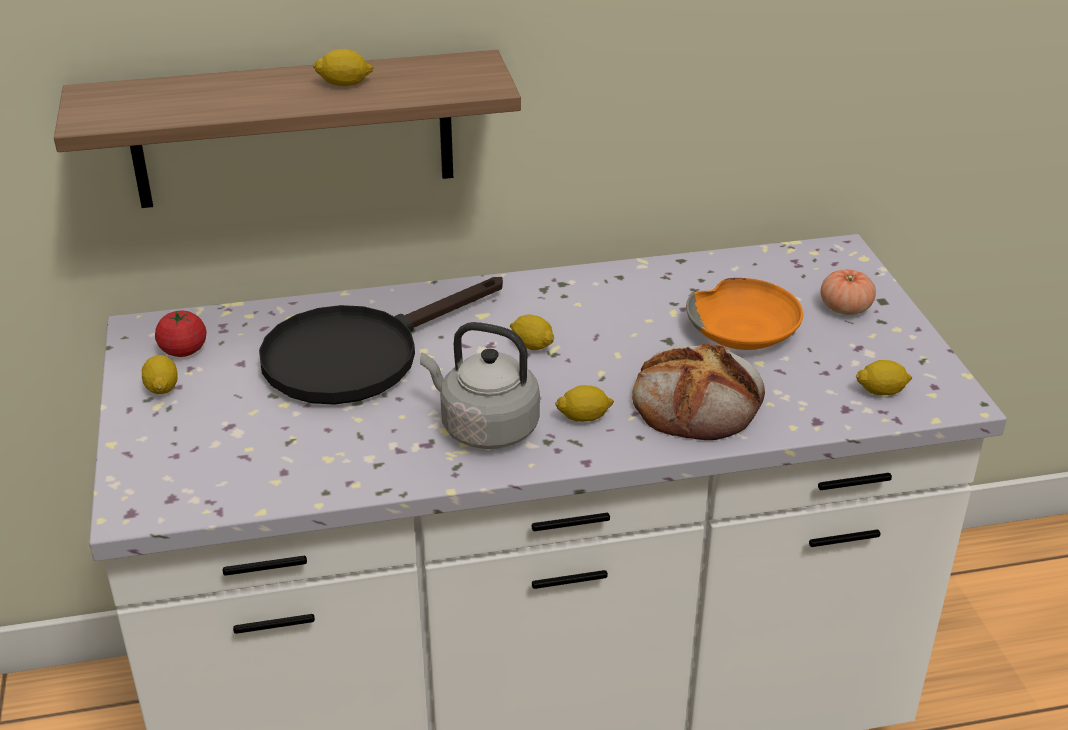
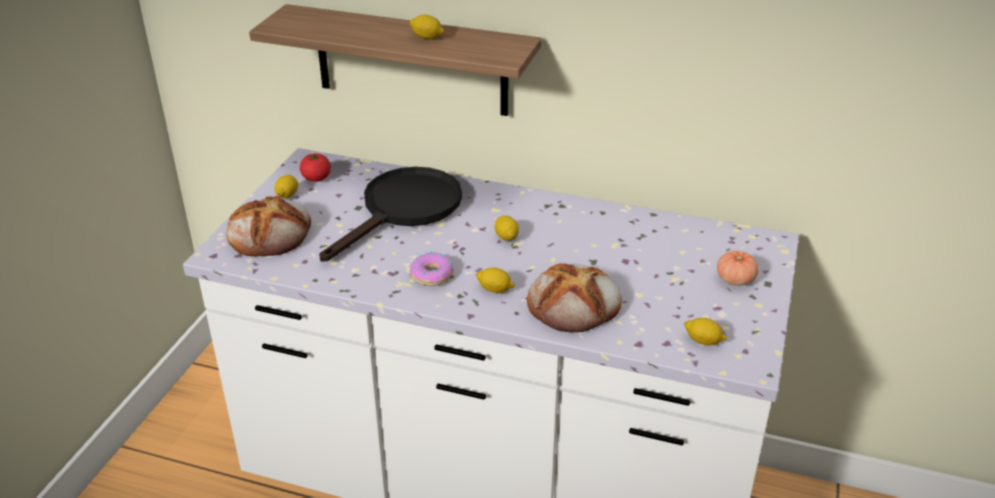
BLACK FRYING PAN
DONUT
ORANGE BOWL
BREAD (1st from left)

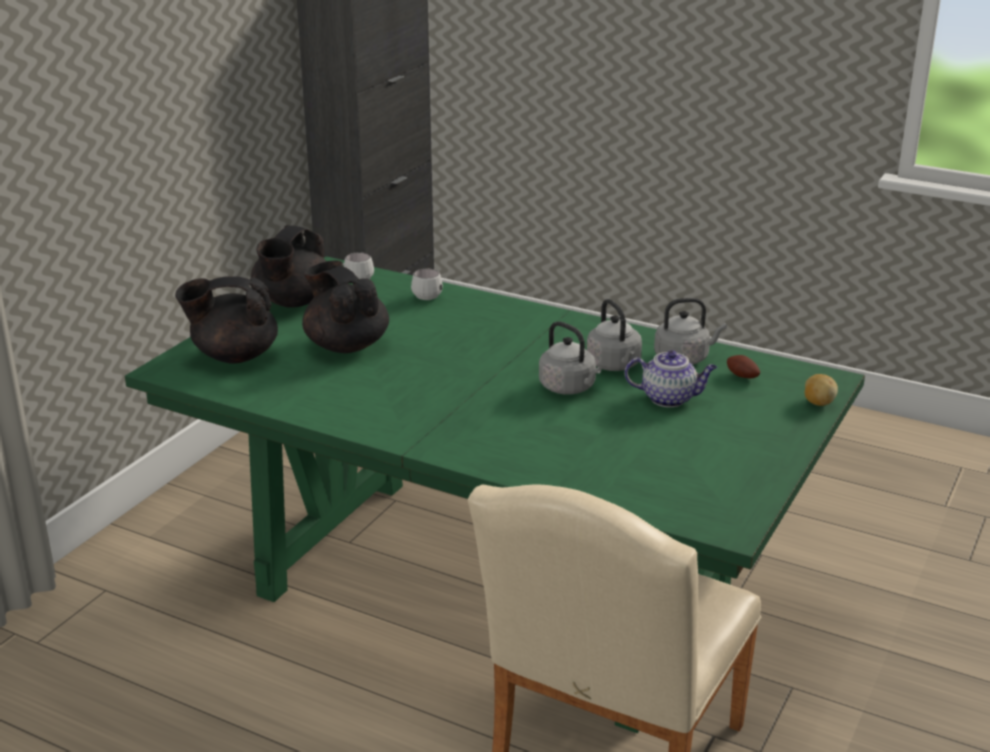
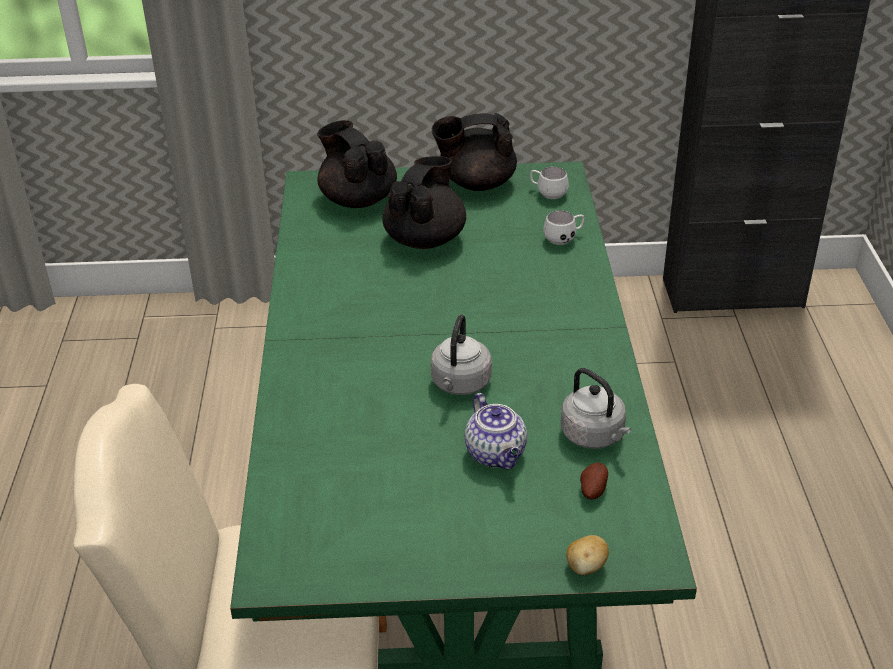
GREY KETTLE (2nd from left in the first image)

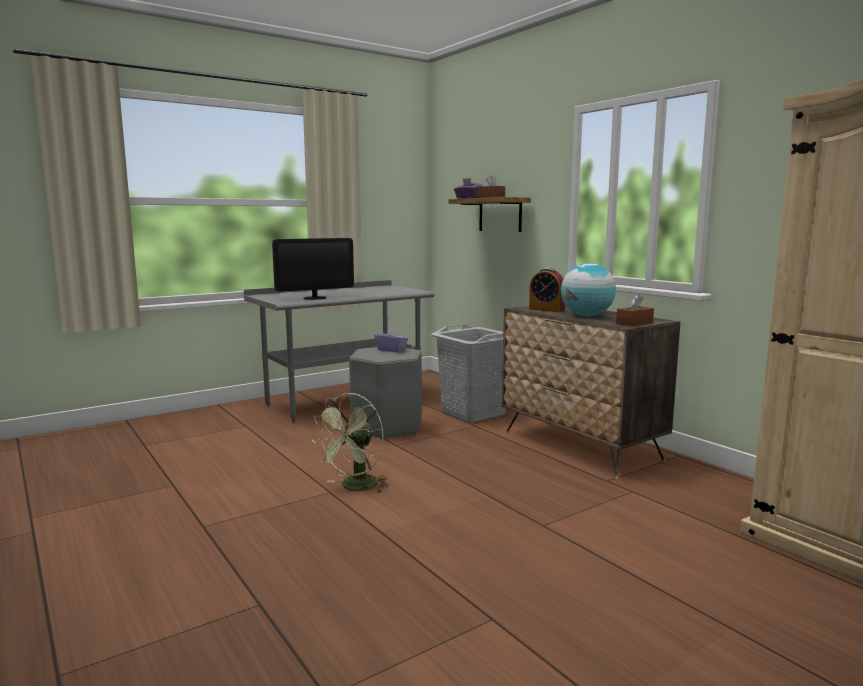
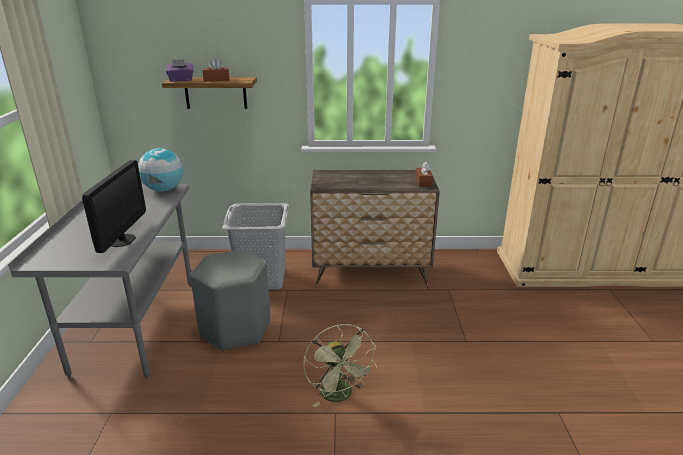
PURPLE TISSUE BOX (1st from left in the first image)
ALARM CLOCK
GLOBE

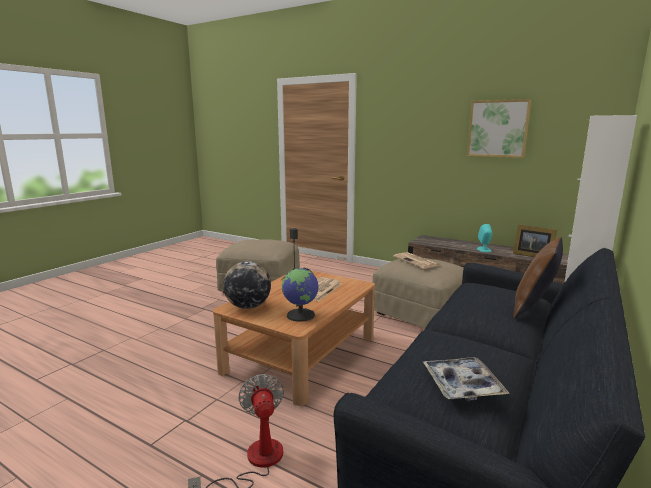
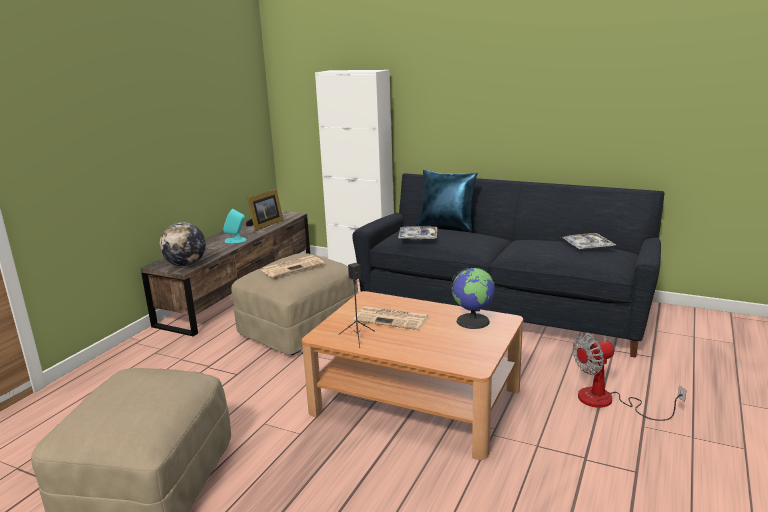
GLOBE (1st from left)
PICTURE
BLUE PILLOW
TRAY (1st from left)

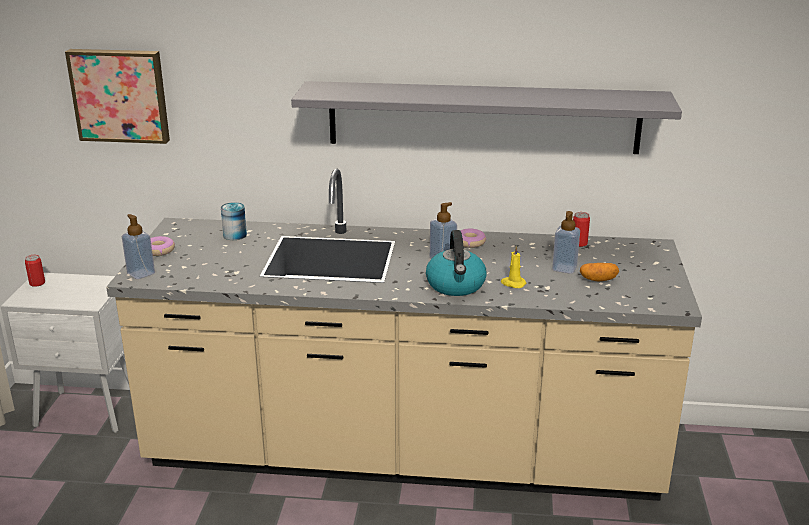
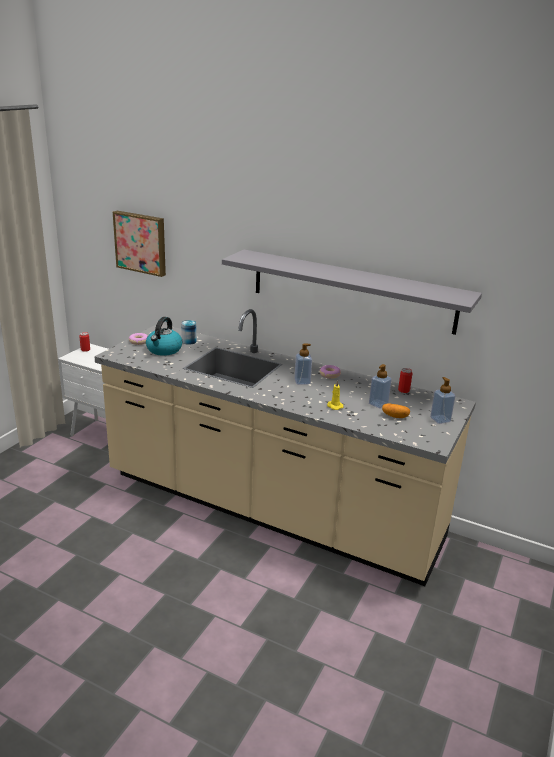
SOAP DISPENSER (3rd from left)
KETTLE

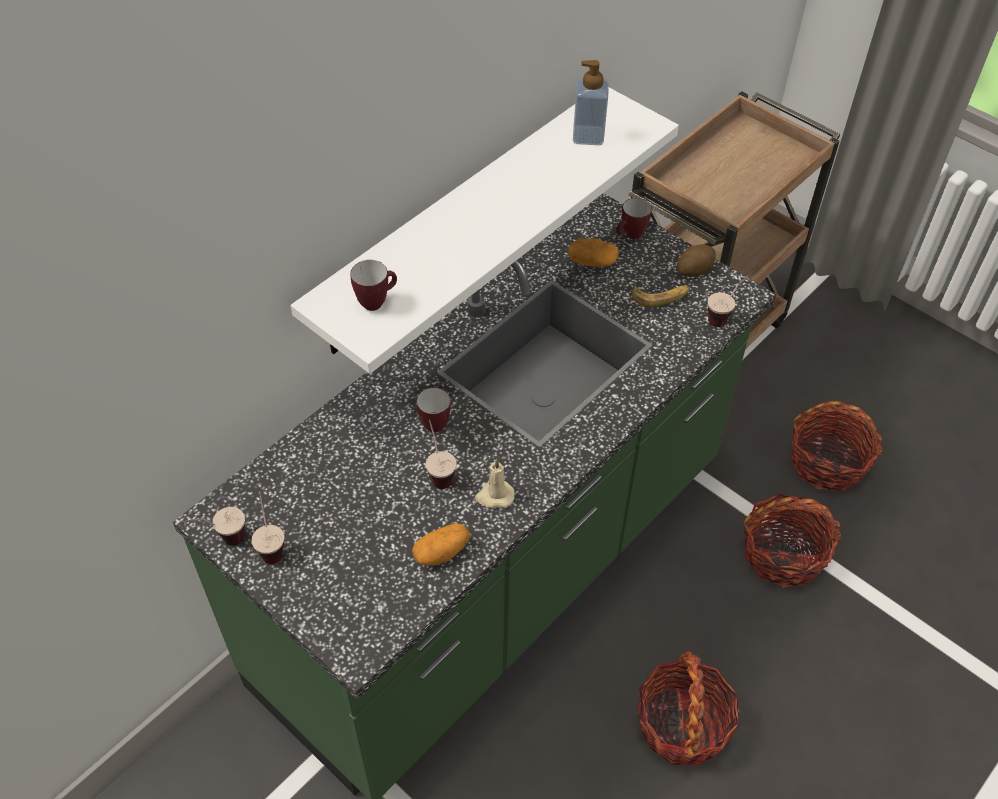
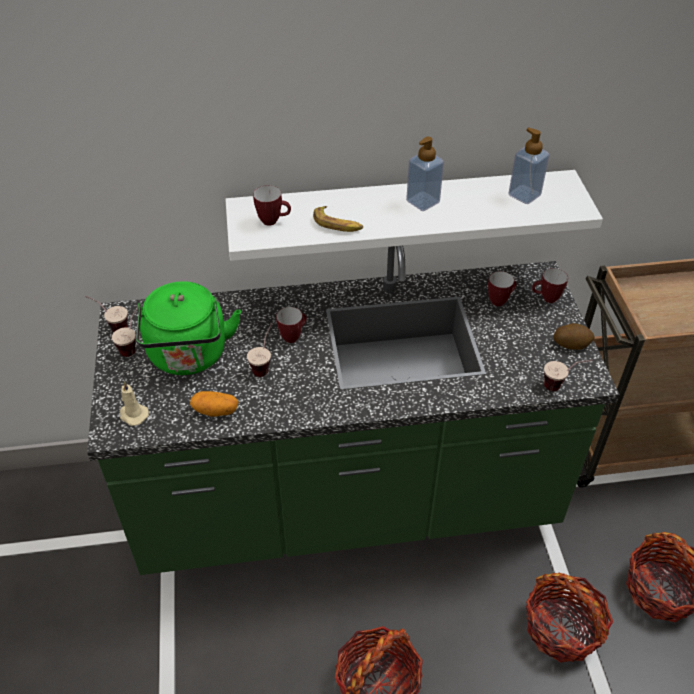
BEIGE CANDLE
MUG (3rd from left)
BANANA
GREEN KETTLE
SOAP DISPENSER (1st from left)

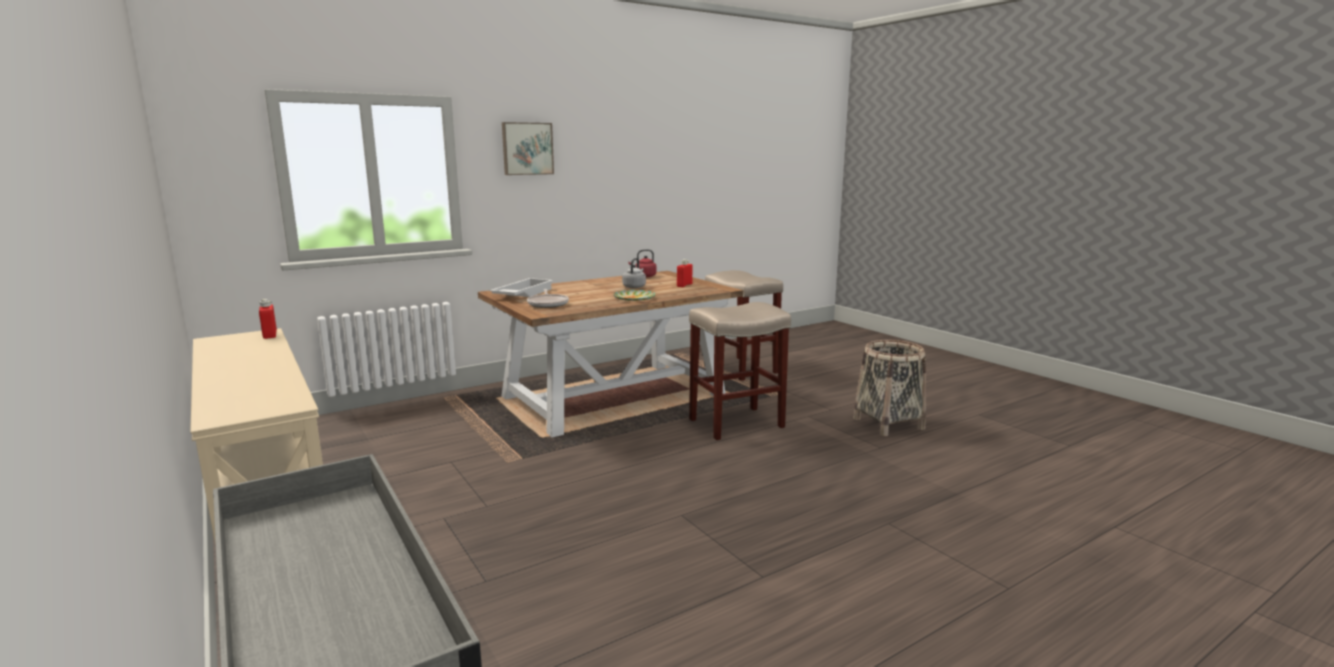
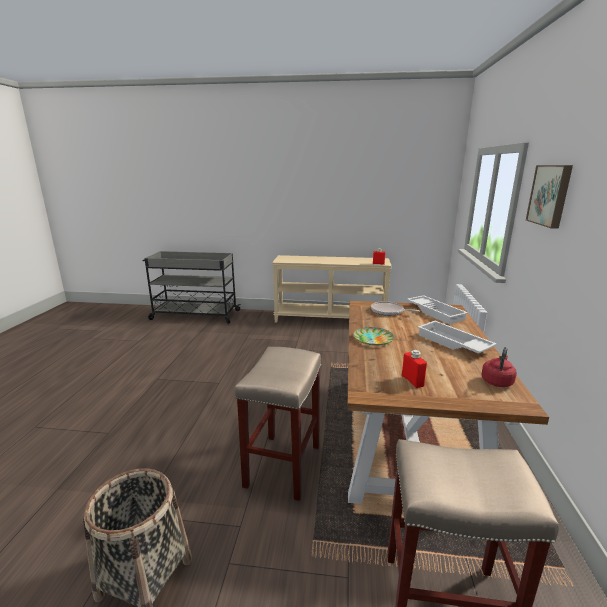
GREY KETTLE
WHITE TRAY (2nd from left)

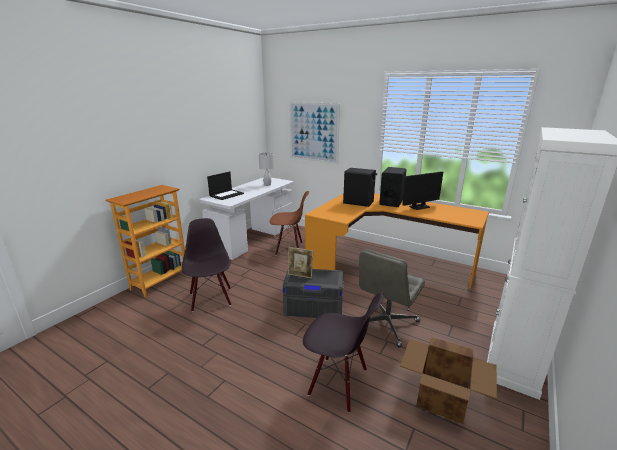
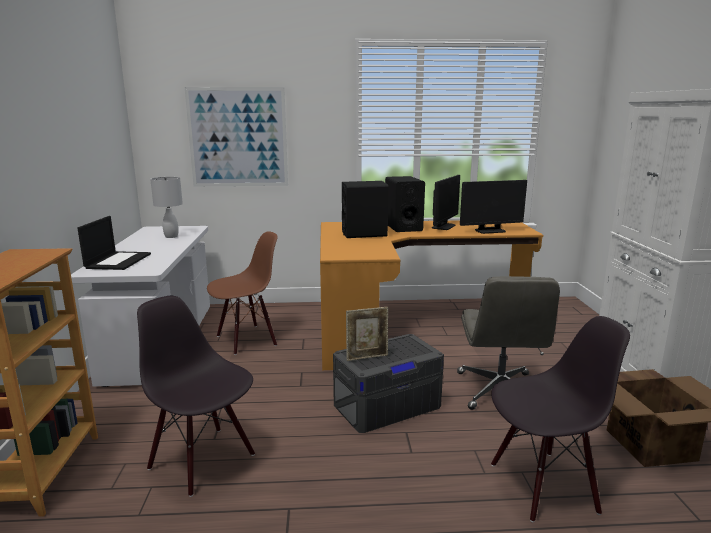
MONITOR (2nd from left)

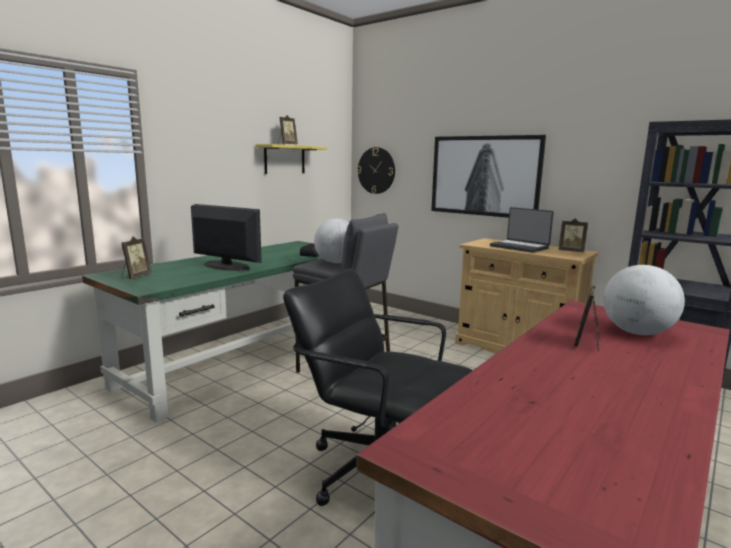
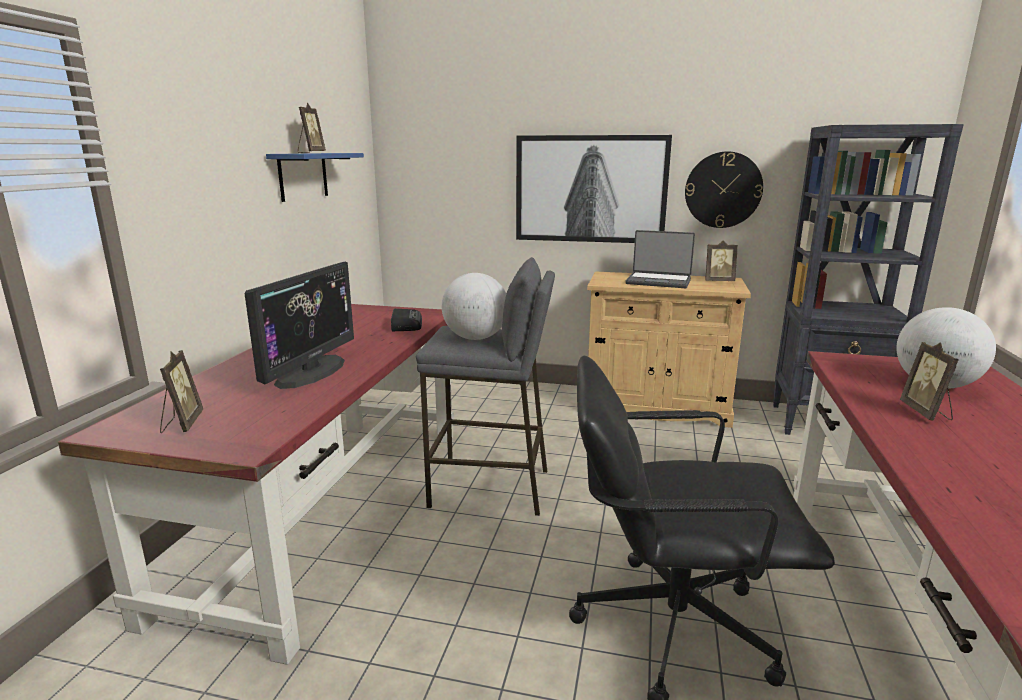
RED DESK (1st from left)
MONITOR
BLUE SHELF
WALL CLOCK

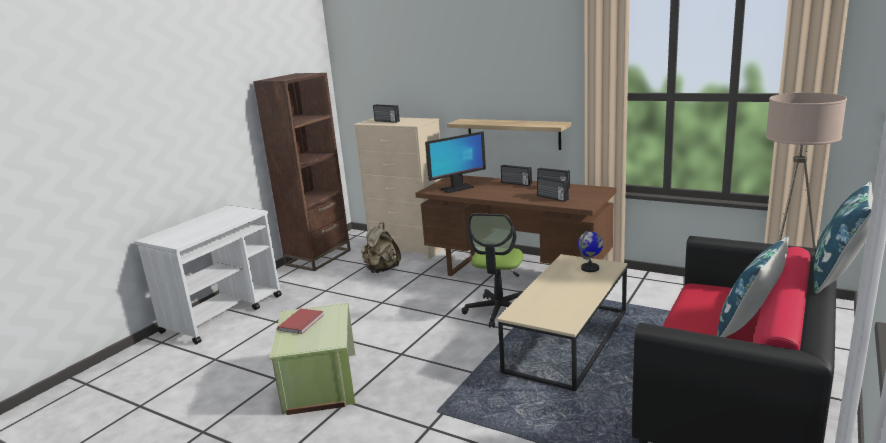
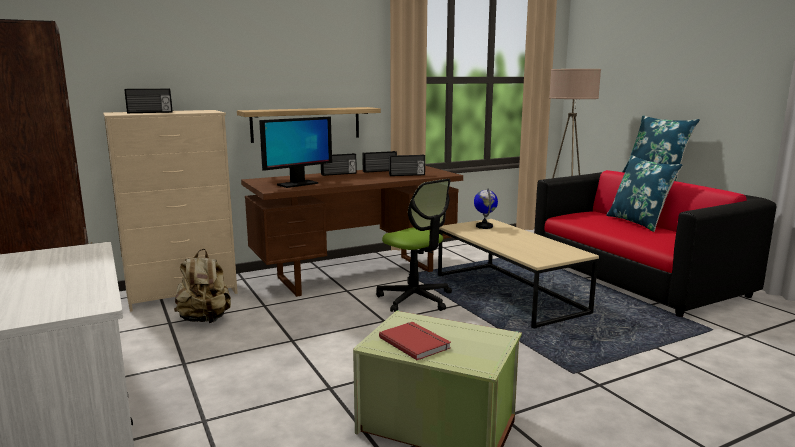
MONITOR

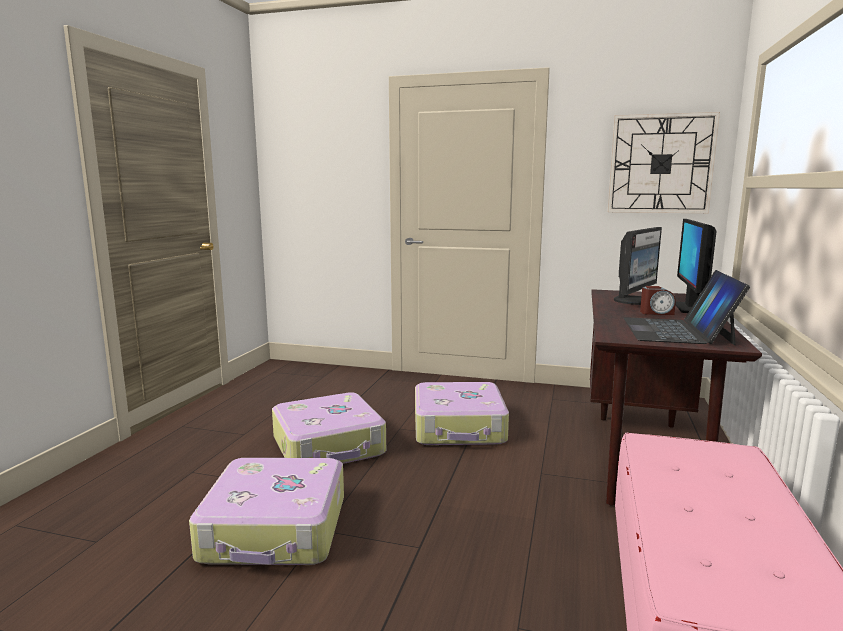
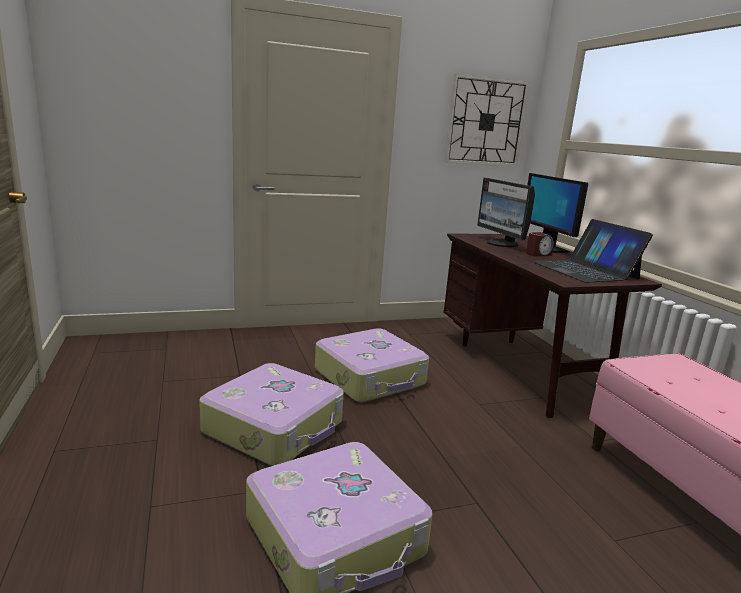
MONITOR (1st from left)

